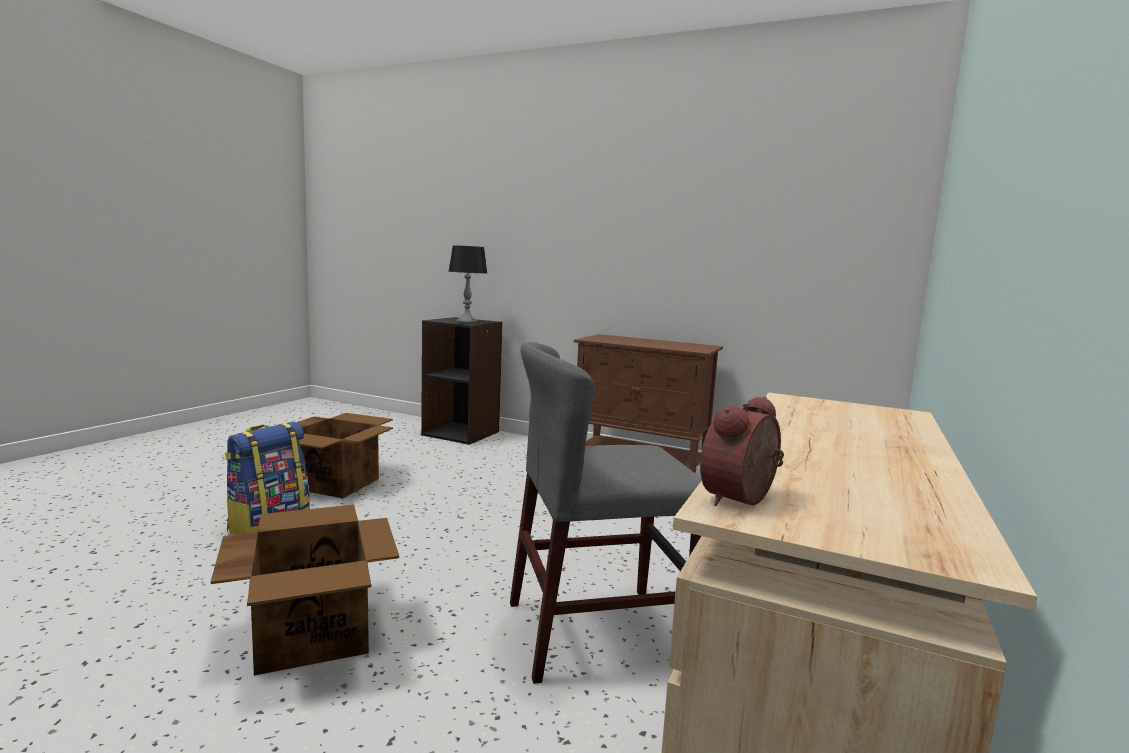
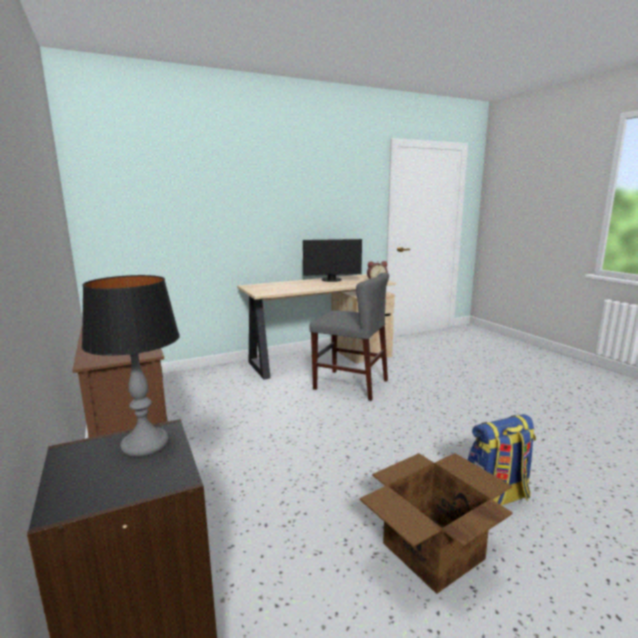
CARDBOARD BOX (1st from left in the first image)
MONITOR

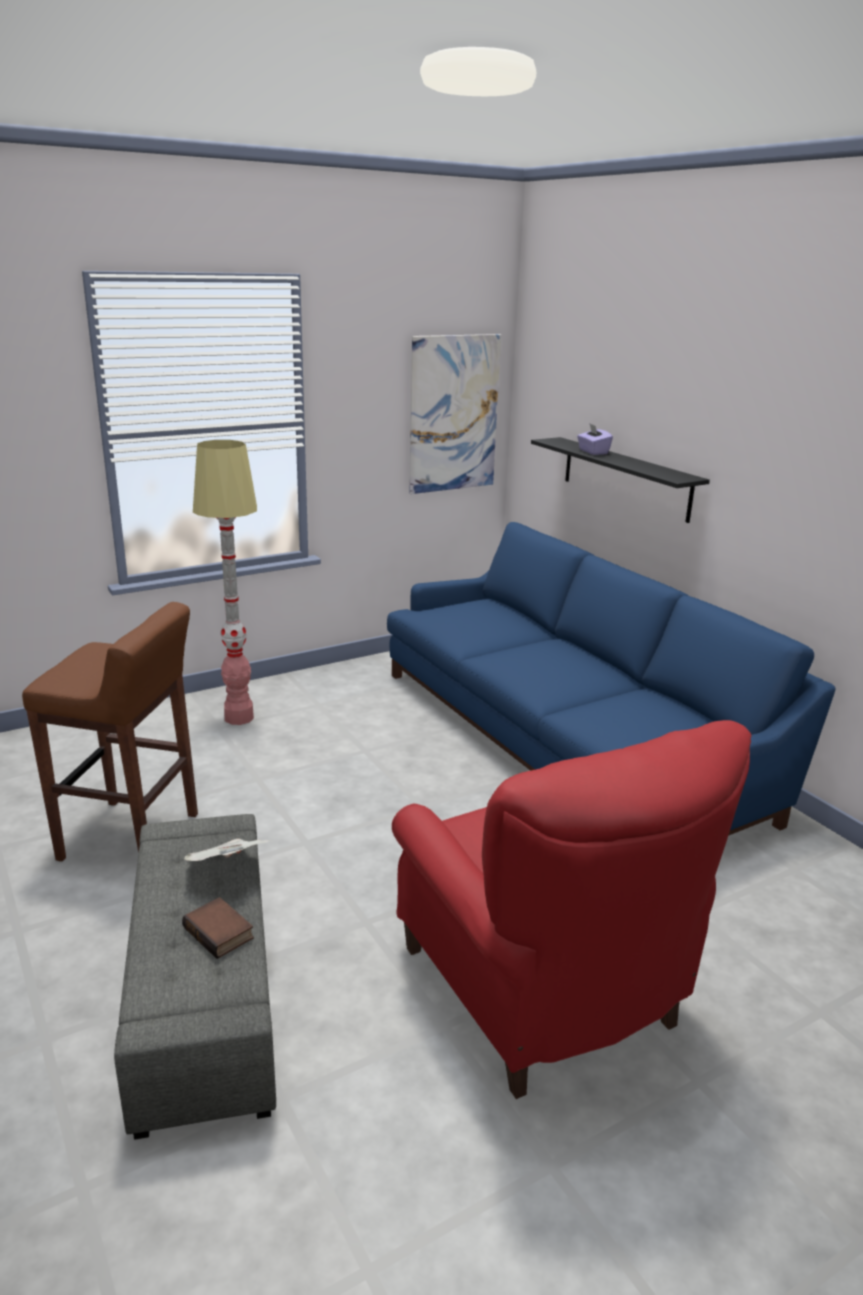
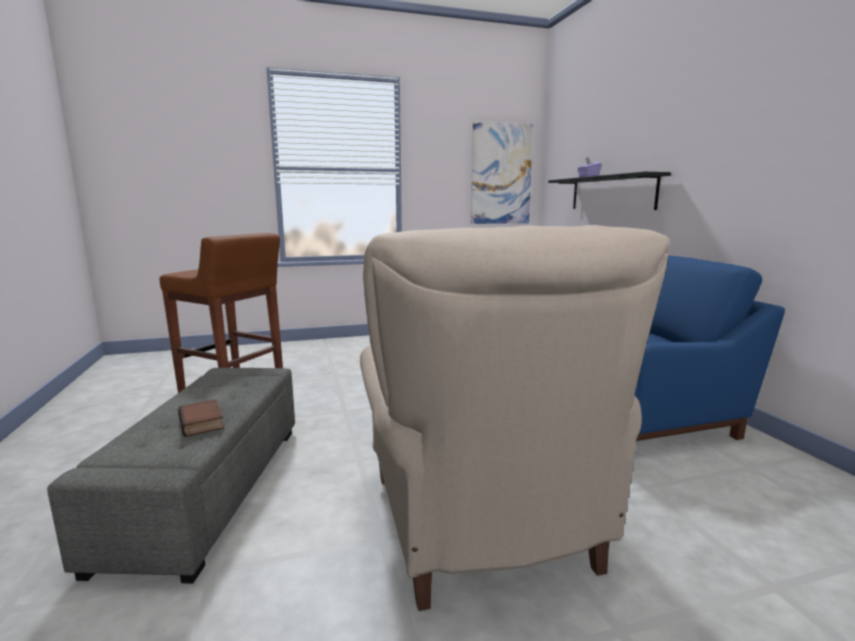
NEWSPAPER
FLOOR LAMP
BEIGE ARMCHAIR

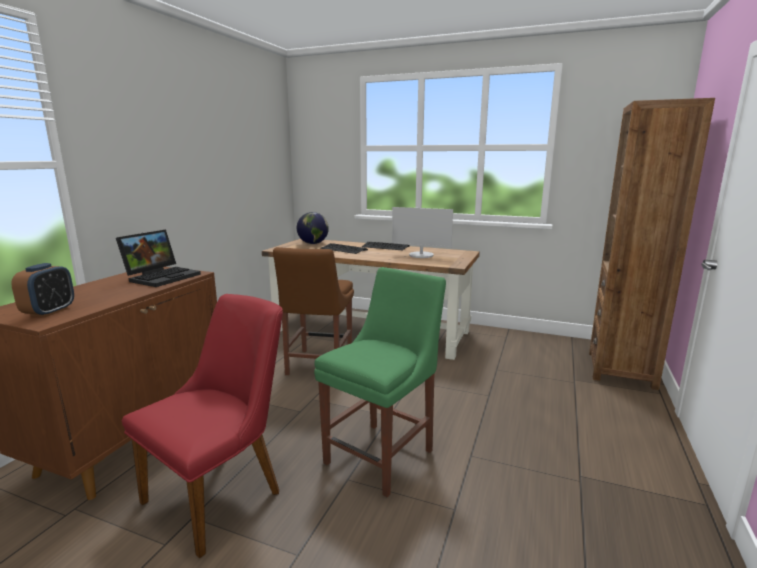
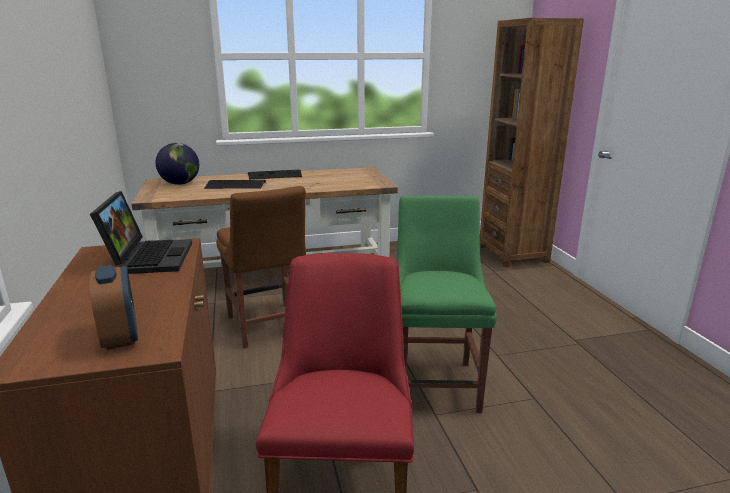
MONITOR

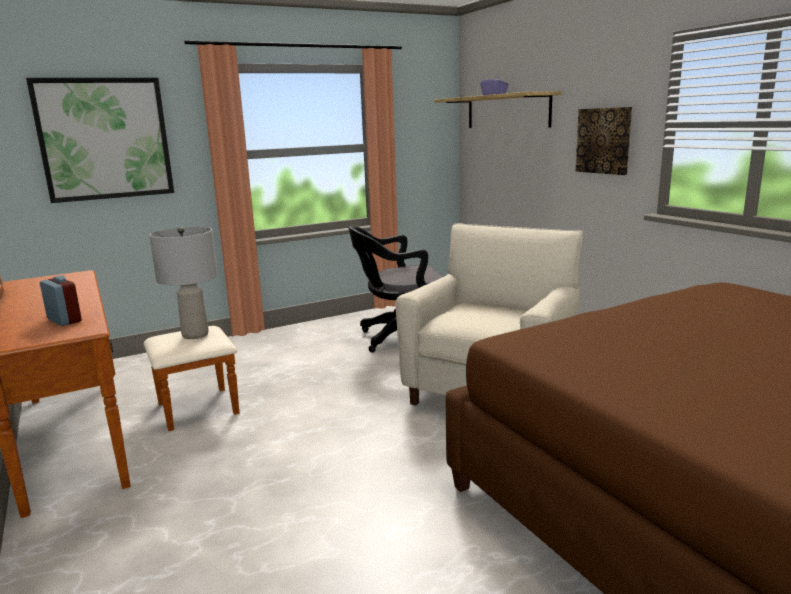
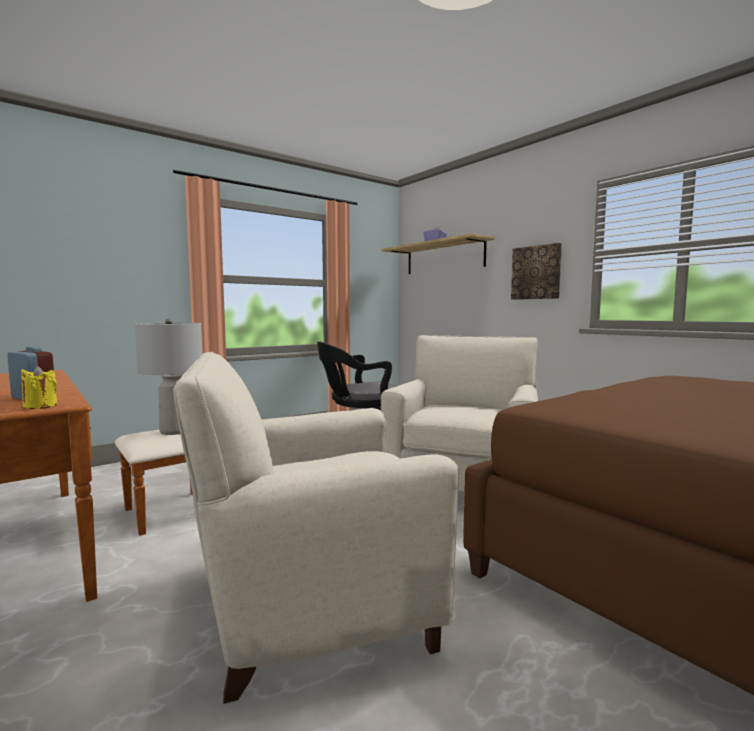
PICTURE (1st from left in the first image)
YELLOW CANDLE
BEIGE ARMCHAIR (1st from left)

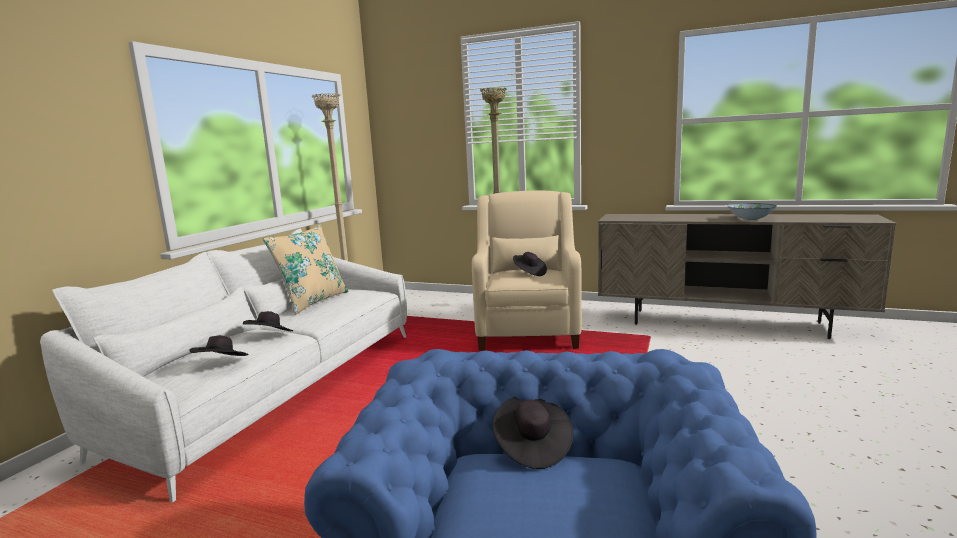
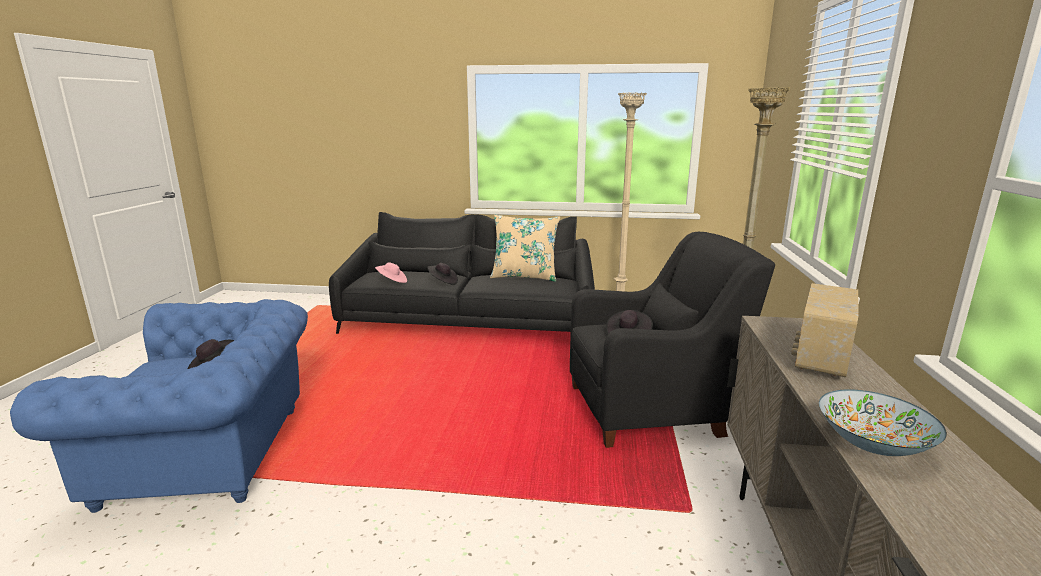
BLACK SOFA
PINK HAT
BLACK ARMCHAIR
RADIO

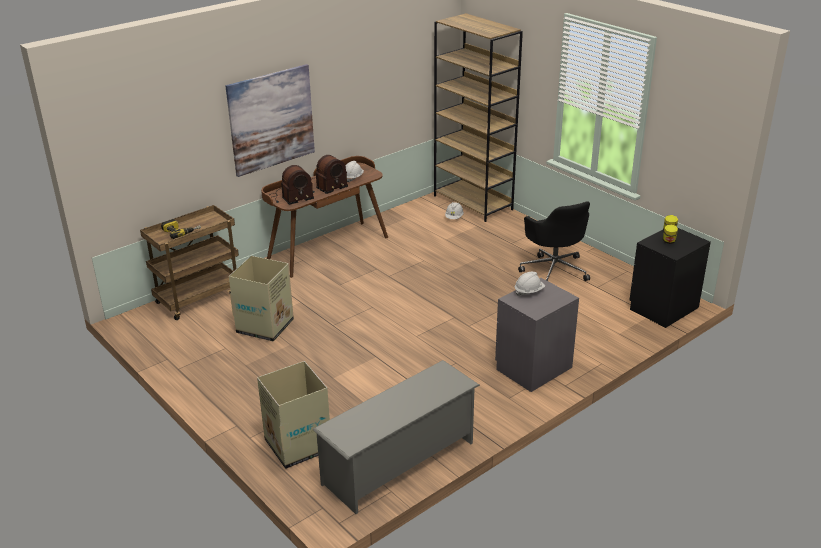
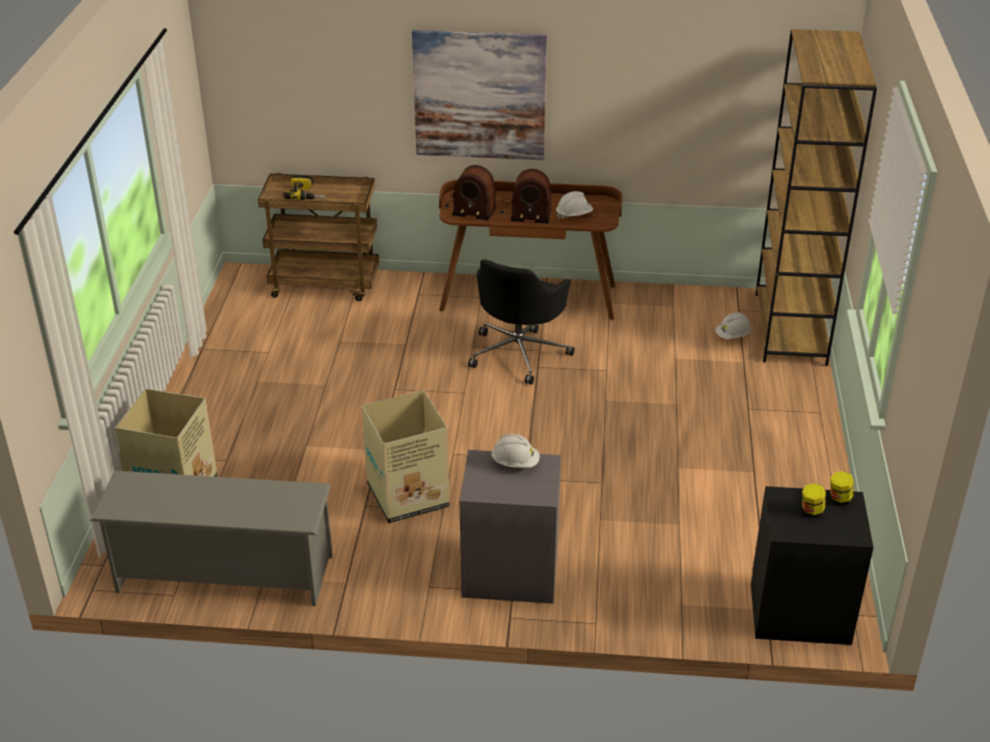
CARDBOARD BOX (2nd from left)
BLACK OFFICE CHAIR

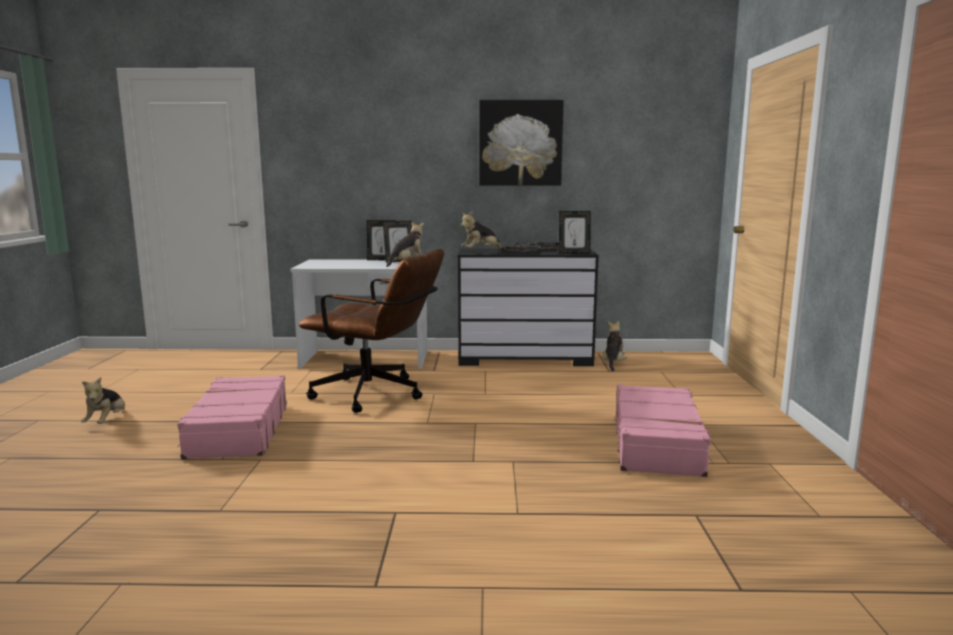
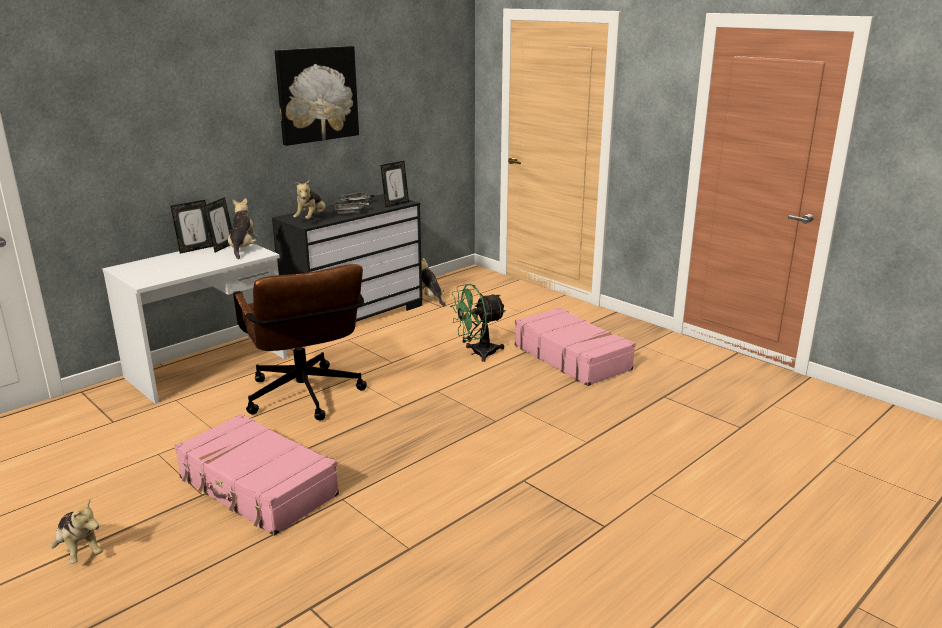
BROWN OFFICE CHAIR
GREEN FAN

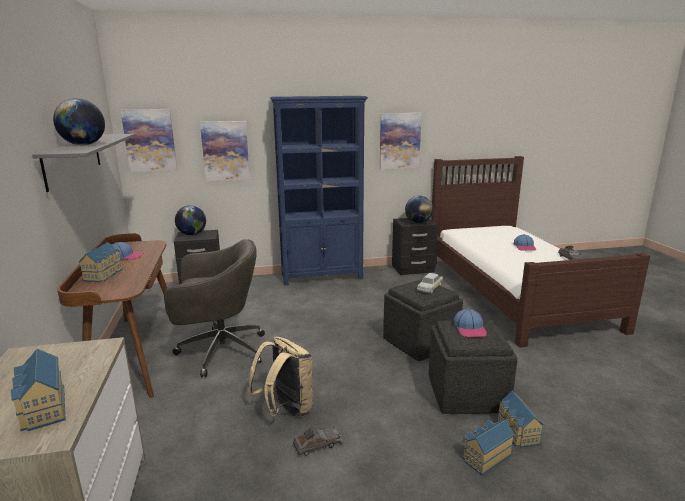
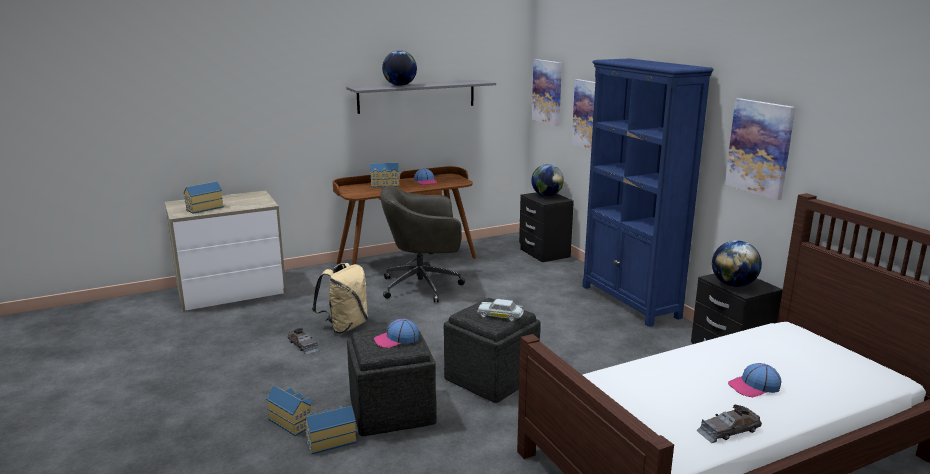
GREY OFFICE CHAIR

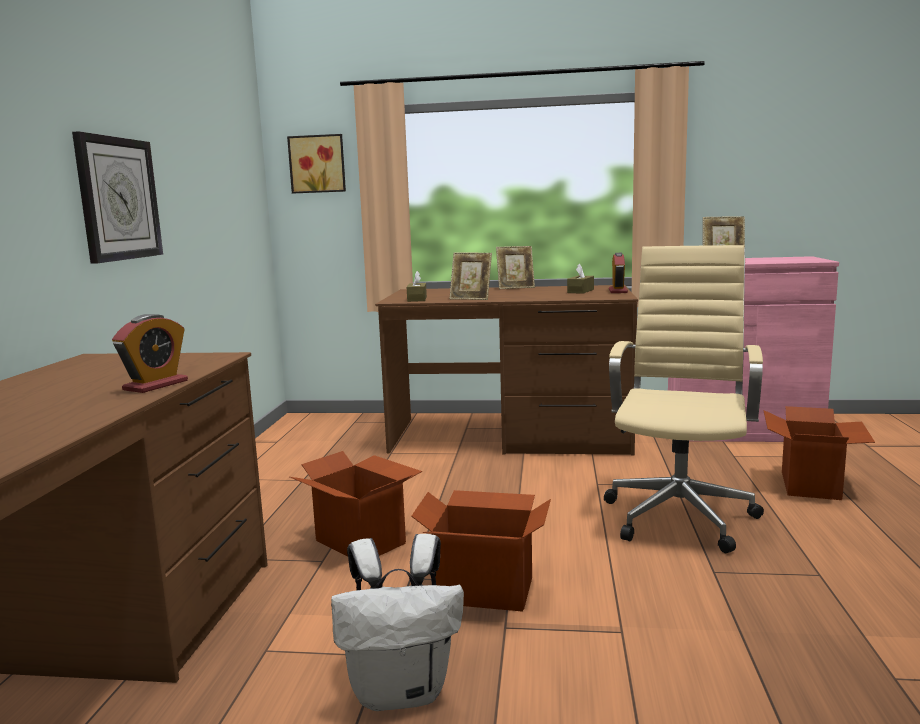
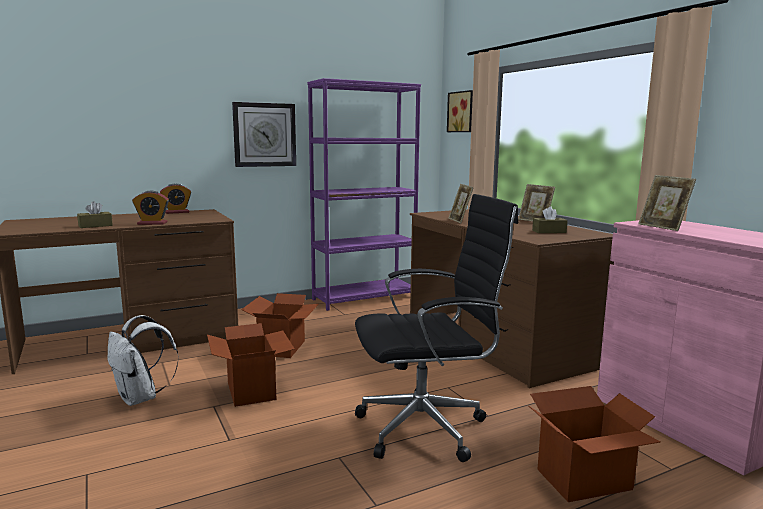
BROWN TISSUE BOX (1st from left)
BLACK OFFICE CHAIR
ALARM CLOCK (2nd from left)
PURPLE BOOKCASE

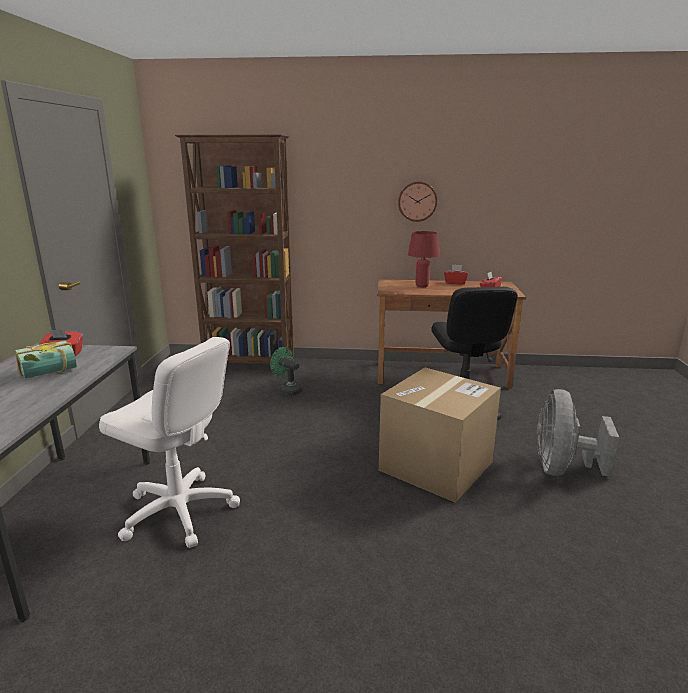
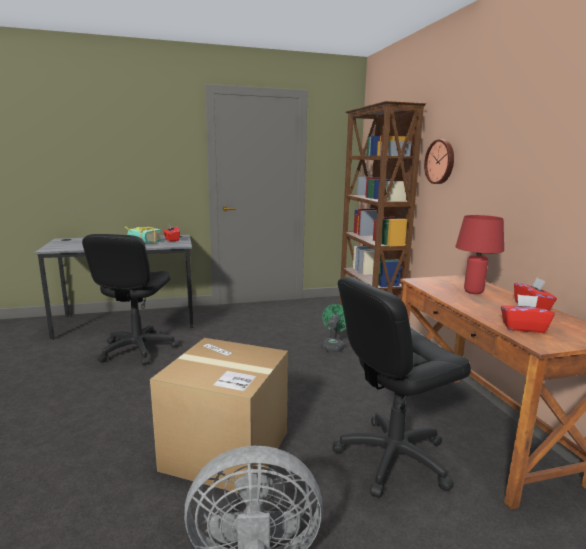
BLACK OFFICE CHAIR (1st from left)
WALL CLOCK

